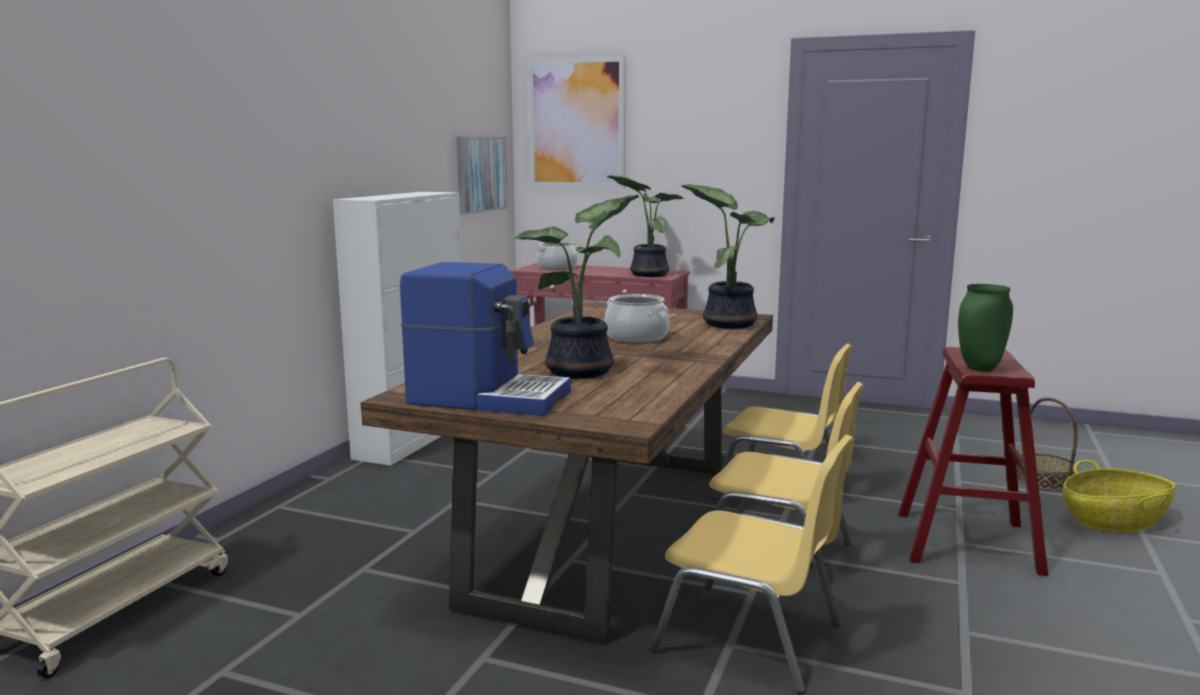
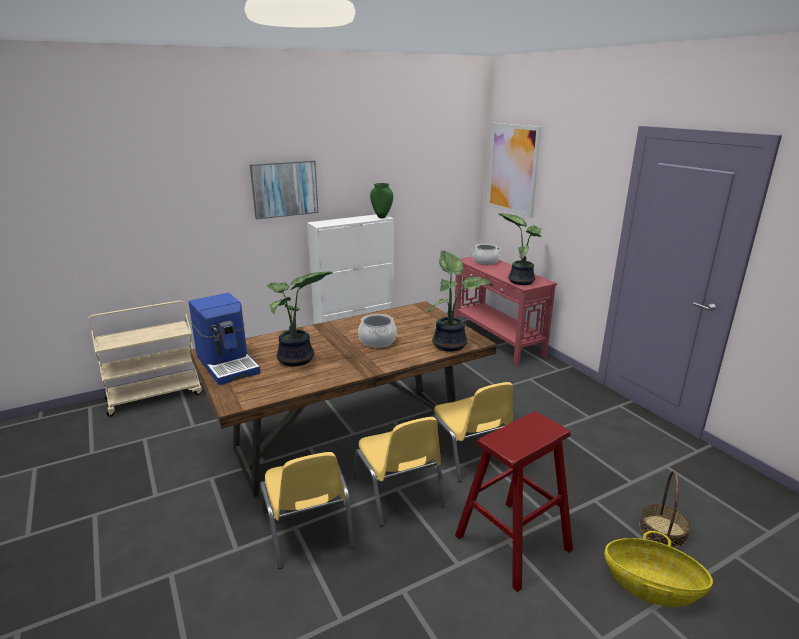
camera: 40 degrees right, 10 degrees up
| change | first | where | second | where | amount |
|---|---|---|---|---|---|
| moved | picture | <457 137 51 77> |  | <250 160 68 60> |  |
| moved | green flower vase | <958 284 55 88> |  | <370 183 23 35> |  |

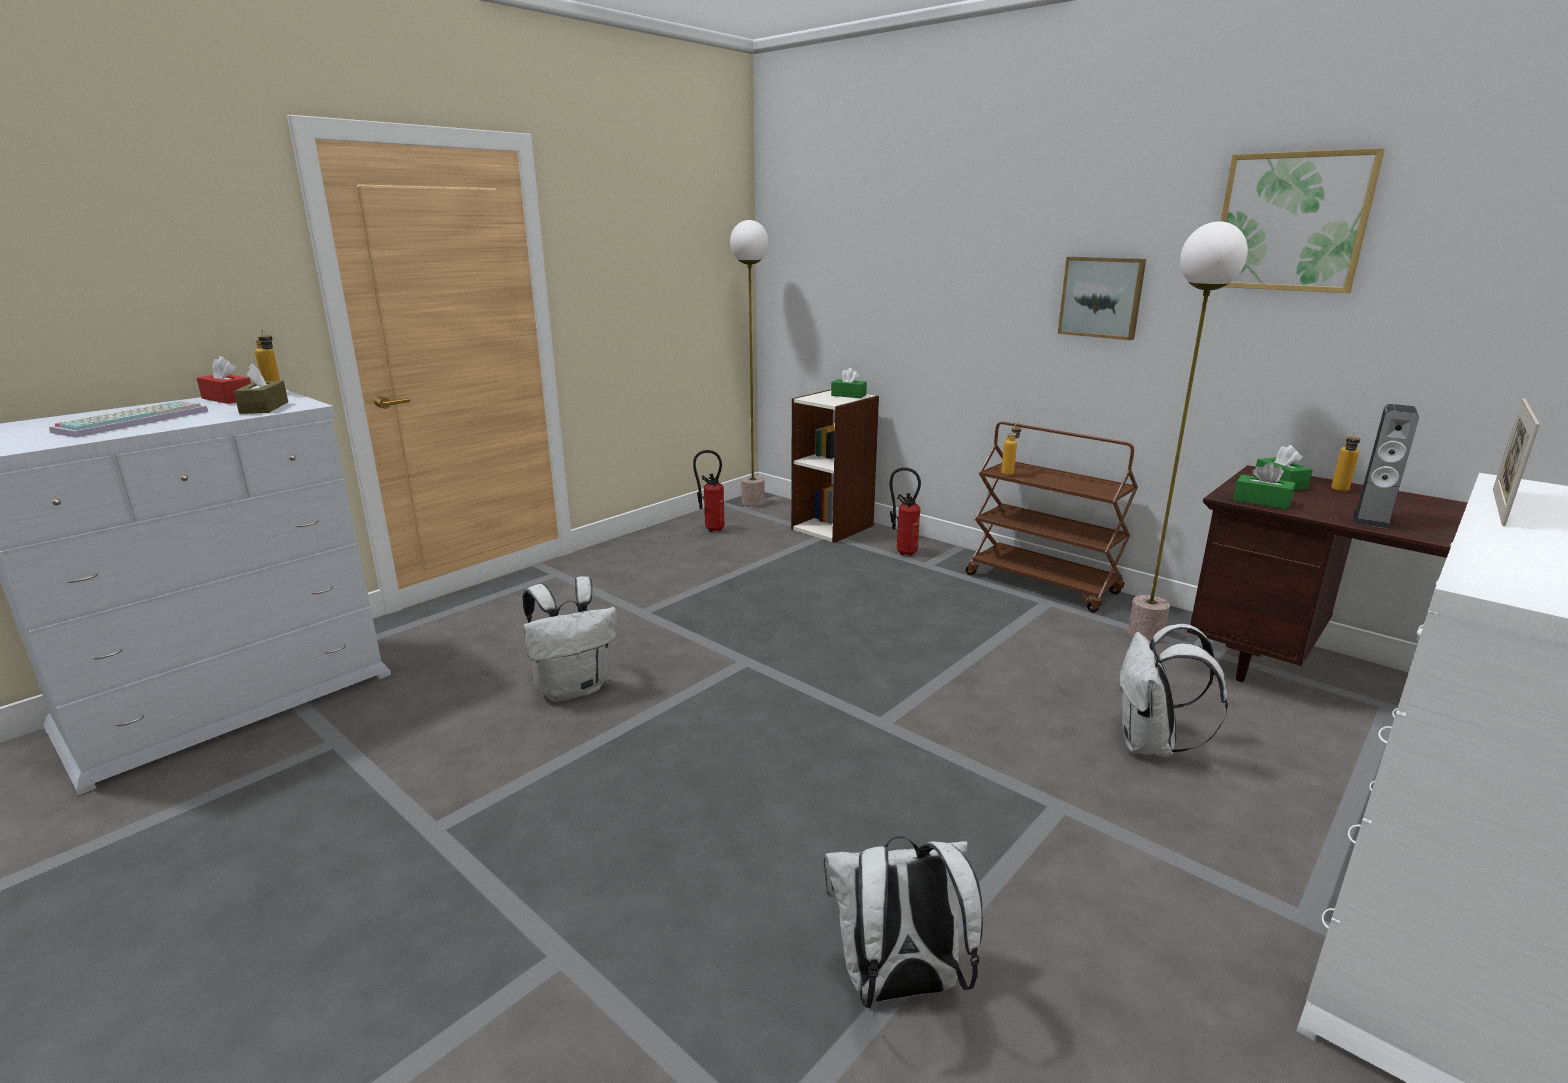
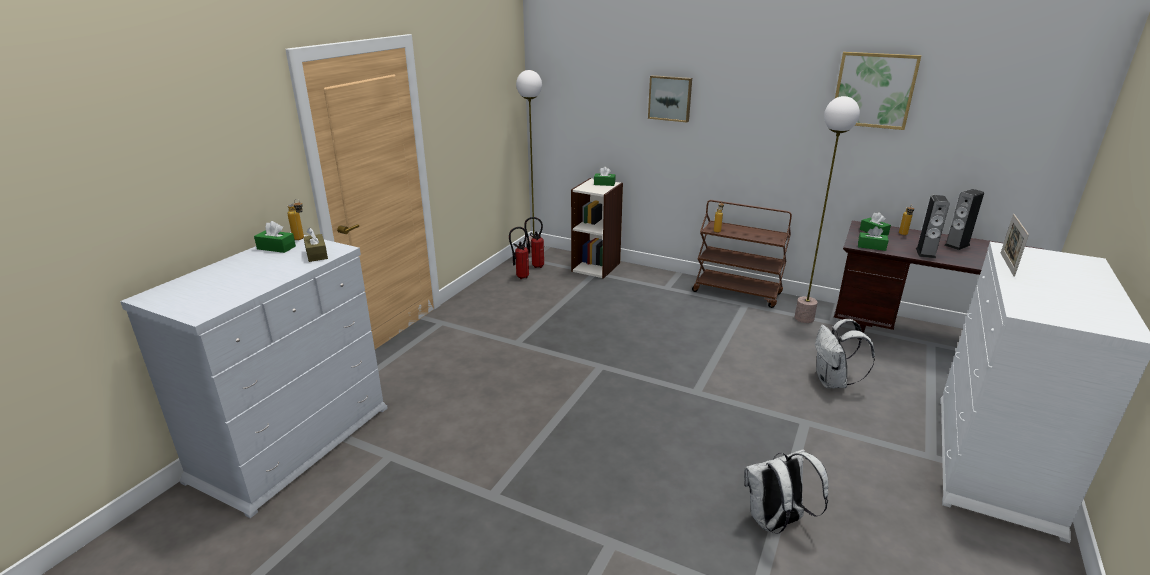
camera: 15 degrees left, 5 degrees up
| change | first | where | second | where | amount |
|---|---|---|---|---|---|
| removed | PC keyboard | <49 401 160 37> |  |  |  |
| recoloured | reddish tissue box | <197 356 54 48> | green tissue box | <254 221 42 32> |  |
| removed | white rucksack | <522 576 95 126> |  |  |  |
| moved | extinguisher | <890 467 31 89> |  | <524 217 20 51> |  |
| moved | picture | <1058 257 88 83> |  | <648 75 44 47> |  |
| added |  |  | audio speaker | <944 189 40 61> |  |

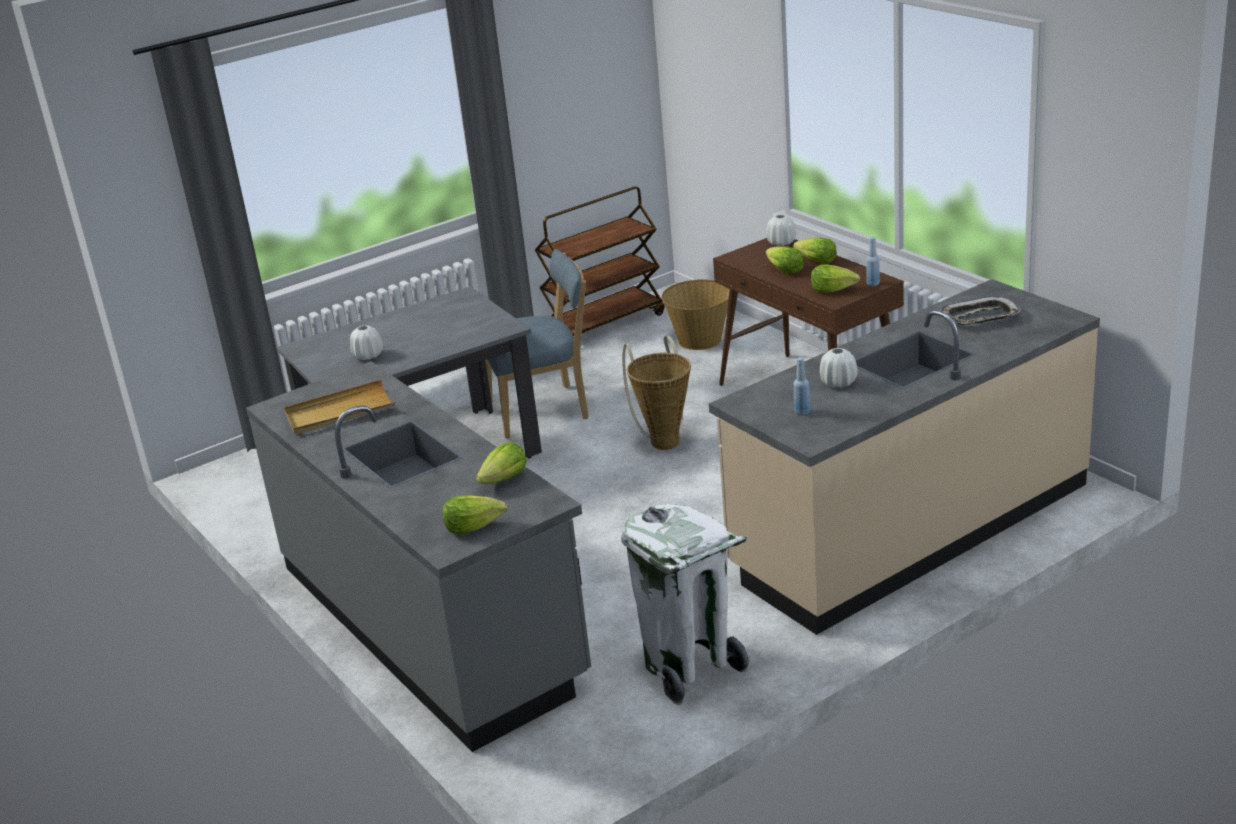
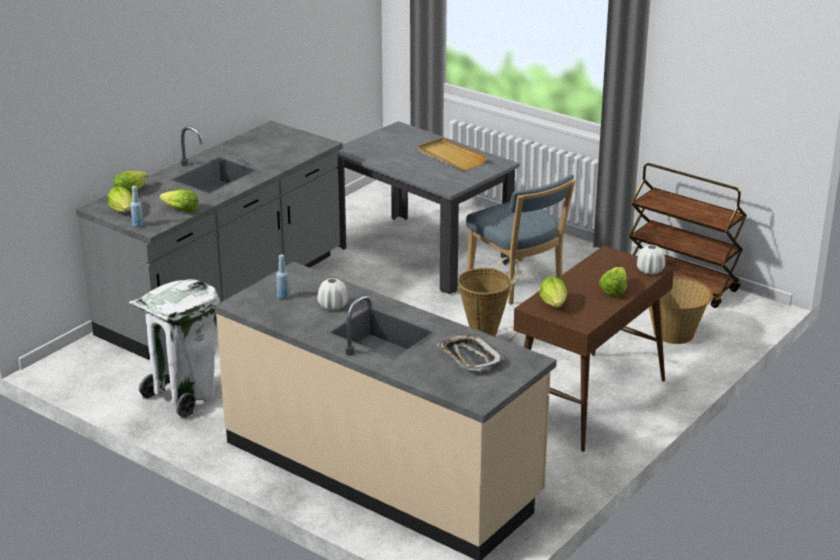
camera: 70 degrees right, 0 degrees up
| change | first | where | second | where | amount |
|---|---|---|---|---|---|
| moved | beige-coloured tray | <284 380 111 55> |  | <418 138 70 32> |  |
| removed | white flower vase | <350 325 33 35> |  |  |  |
| moved | head of lettuce | <766 246 38 28> |  | <113 171 35 23> |  |
| moved | bluish bottle | <866 237 14 49> |  | <131 186 13 41> |  |

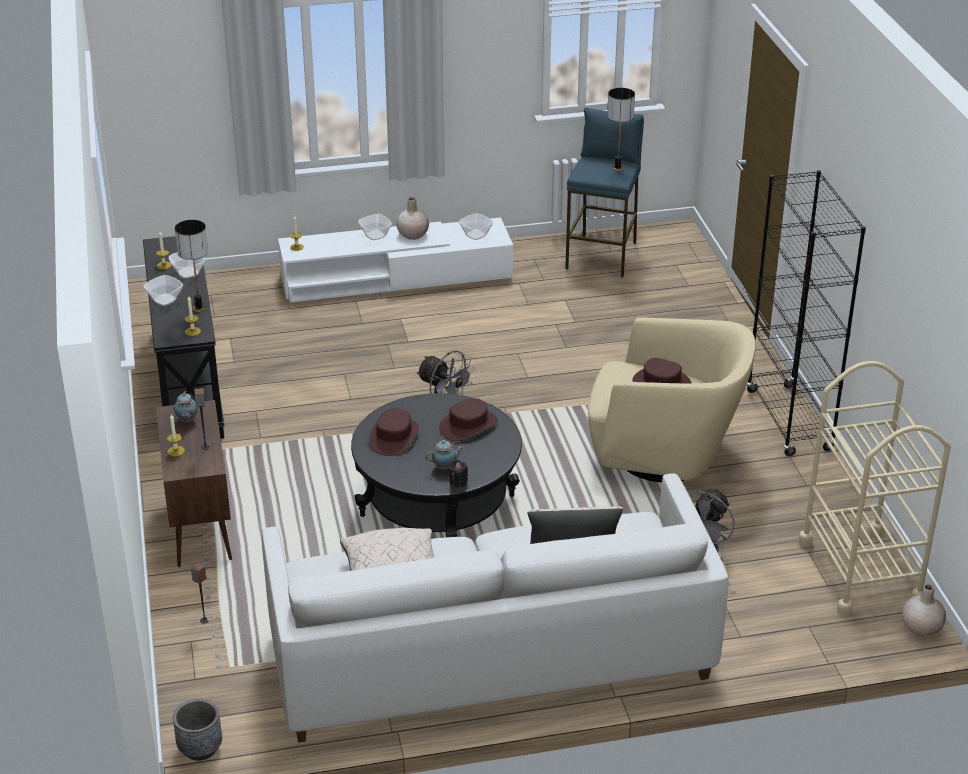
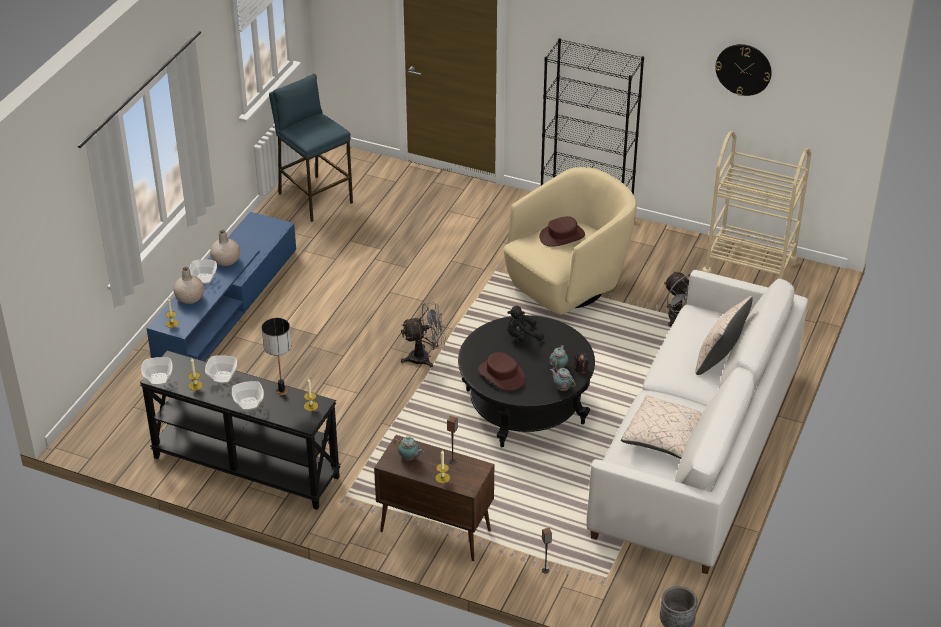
camera: 55 degrees left, 5 degrees up
| change | first | where | second | where | amount |
|---|---|---|---|---|---|
| recoloured | white media console | <278 217 235 86> | bluish media console | <146 212 150 149> |  |
| replaced | brown clothing hat | <439 398 59 43> | black-coloured cuddly toy | <507 306 37 36> |  |
| moved | bowl | <459 213 34 27> |  | <141 357 32 28> |  |
| removed | tabletop lamp | <607 88 28 83> |  |  |  |
| moved | beige-coloured flower vase | <902 584 44 52> |  | <173 267 31 37> |  |
| added |  |  | pot for tea | <550 368 26 23> |  |
| added |  |  | clock on the wall | <715 44 57 52> |  |

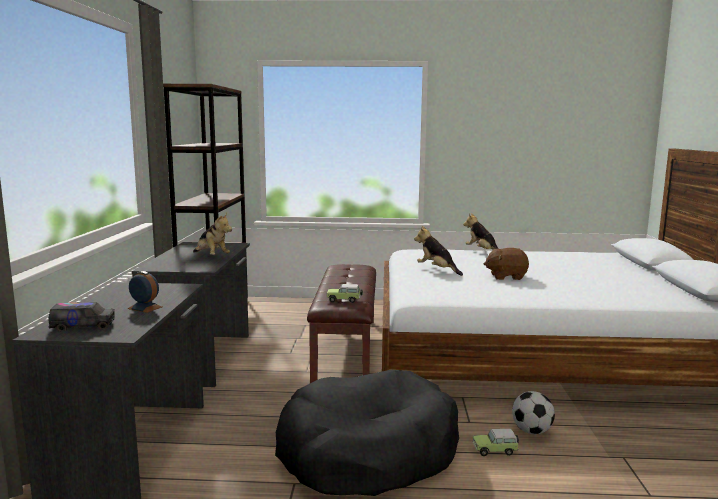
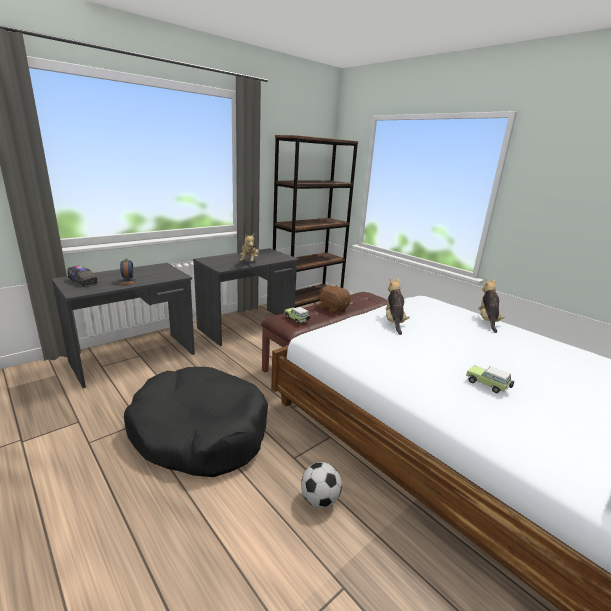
camera: 45 degrees right, 10 degrees up
| change | first | where | second | where | amount |
|---|---|---|---|---|---|
| moved | model car | <473 429 46 27> |  | <466 365 48 28> |  |
| moved | brown cuddly toy | <484 248 45 32> |  | <319 285 32 28> |  |

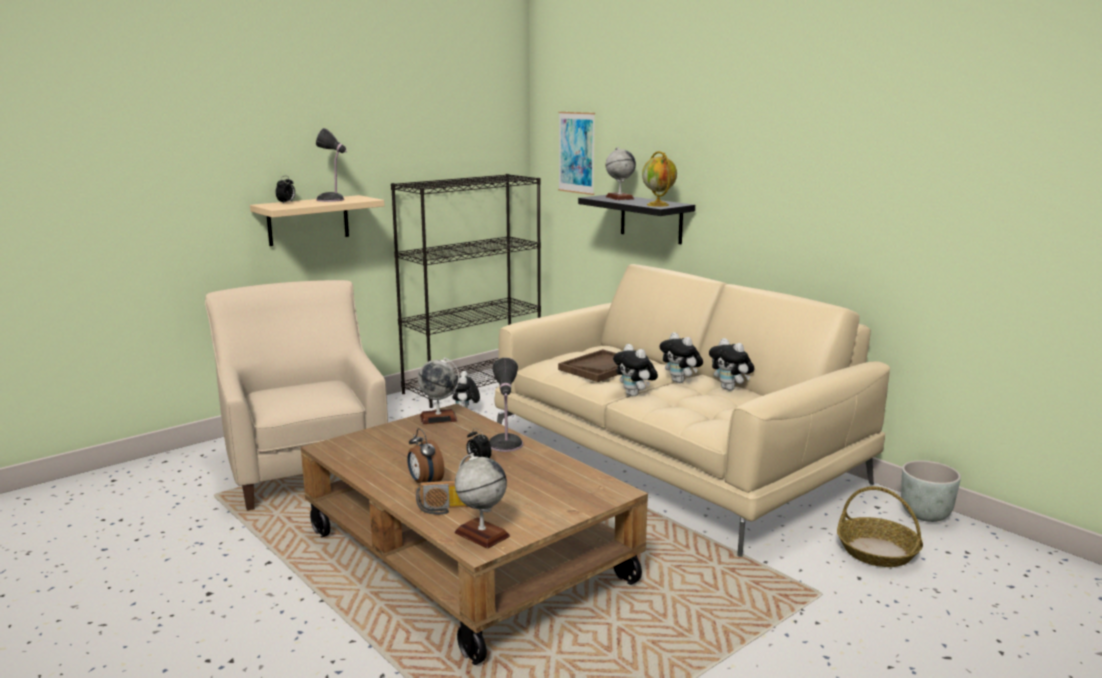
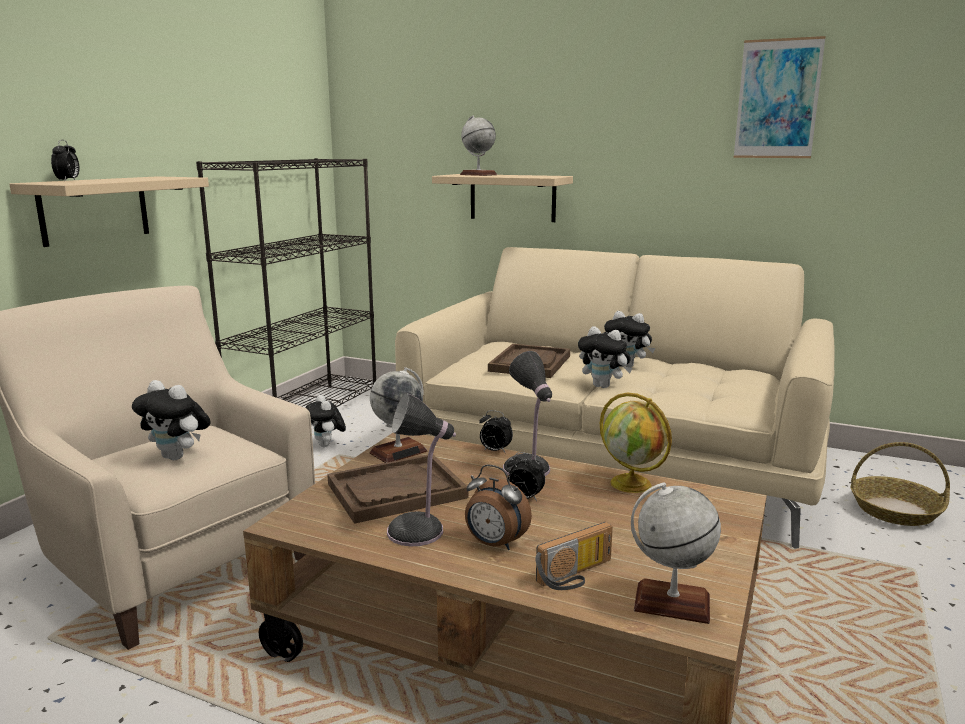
camera: 25 degrees left, 0 degrees up
| change | first | where | second | where | amount |
|---|---|---|---|---|---|
| moved | tabletop lamp | <316 128 31 74> |  | <387 392 69 154> |  |
| moved | picture | <558 112 37 83> |  | <734 36 92 122> |  |
| recoloured | black-coloured shelf | <578 195 117 49> | beige-coloured shelf | <432 174 141 48> |  |
| moved | desk globe | <642 151 35 56> |  | <600 393 72 100> |  |
| moved | cuddly toy | <709 338 45 53> |  | <132 380 79 80> |  |
| removed | gray plant pot | <901 460 60 62> |  |  |  |
| added |  |  | brown tray | <327 455 142 69> |  |
| added |  |  | bedside clock | <479 410 34 42> |  |

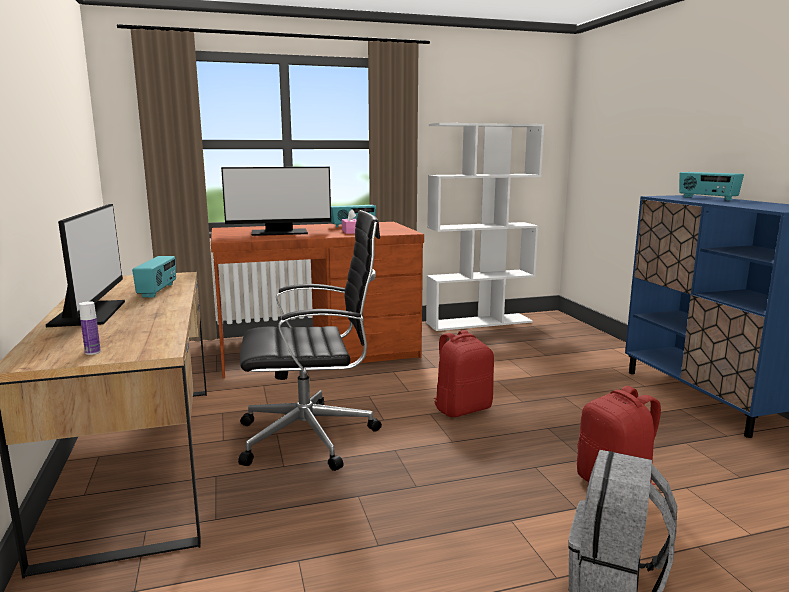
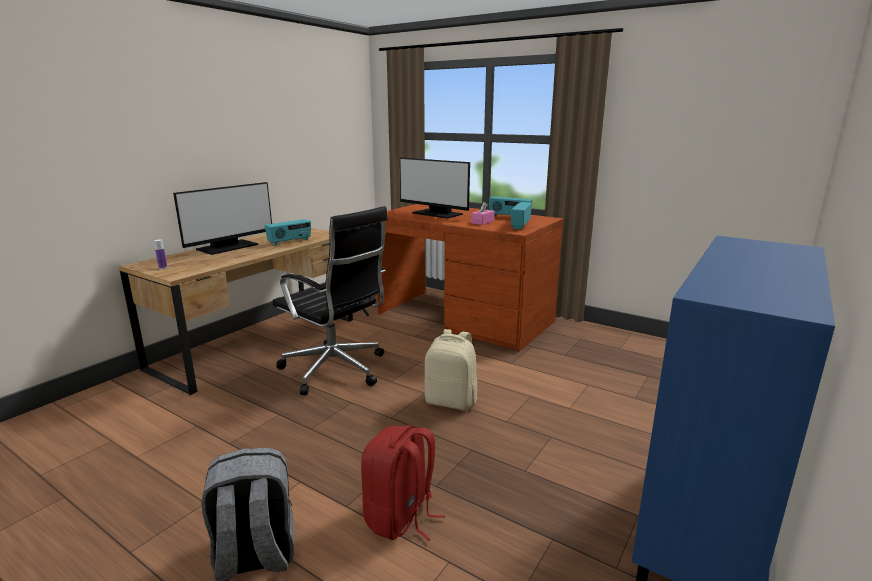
camera: 50 degrees right, 5 degrees up
| change | first | where | second | where | amount |
|---|---|---|---|---|---|
| removed | white bookcase | <426 123 118 208> |  |  |  |
| recoloured | reddish rucksack | <434 330 60 87> | beige-coloured rucksack | <424 329 53 81> |  |
| moved | radio set | <679 172 65 29> |  | <510 202 22 27> |  |

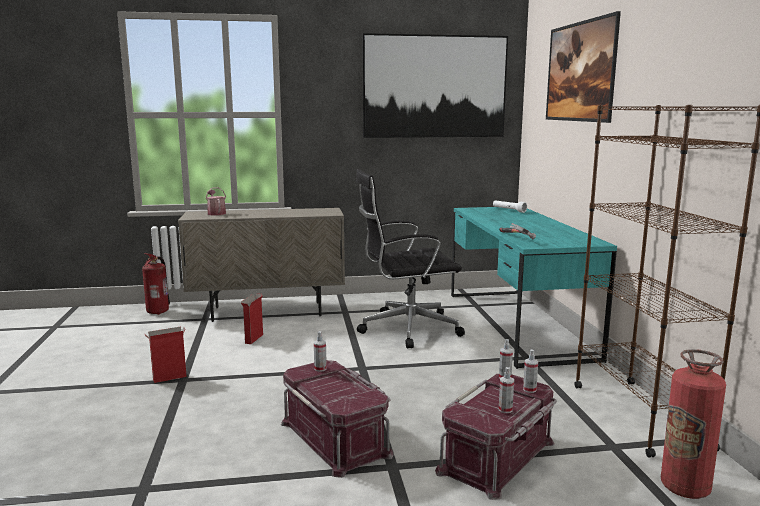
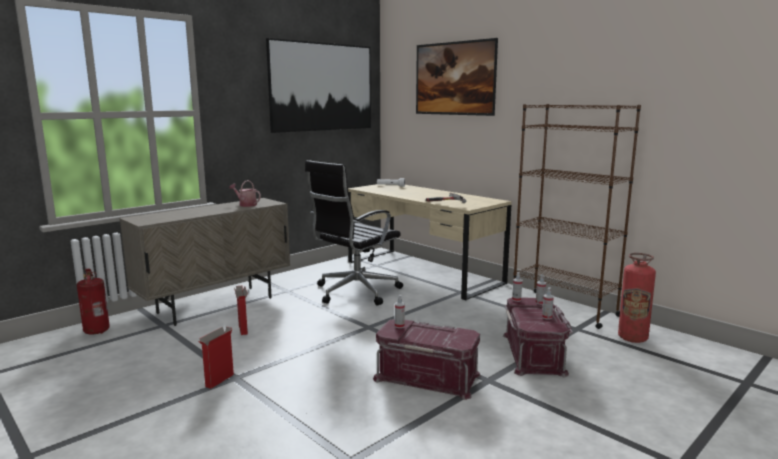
camera: 35 degrees left, 0 degrees up
| change | first | where | second | where | amount |
|---|---|---|---|---|---|
| moved | watering pot | <206 187 20 29> |  | <229 180 32 27> |  |
| recoloured | turquoise desk unit | <451 207 166 162> | beige-coloured desk unit | <348 184 164 116> |  |

